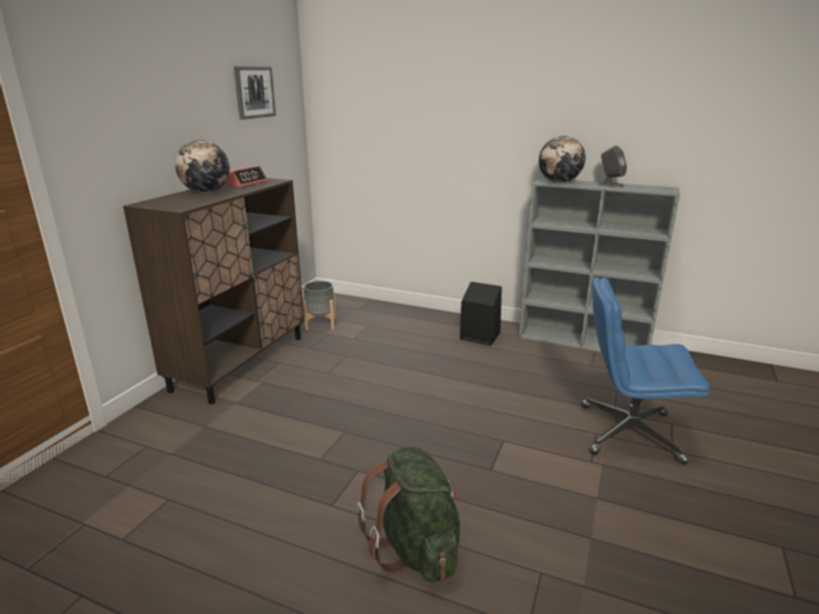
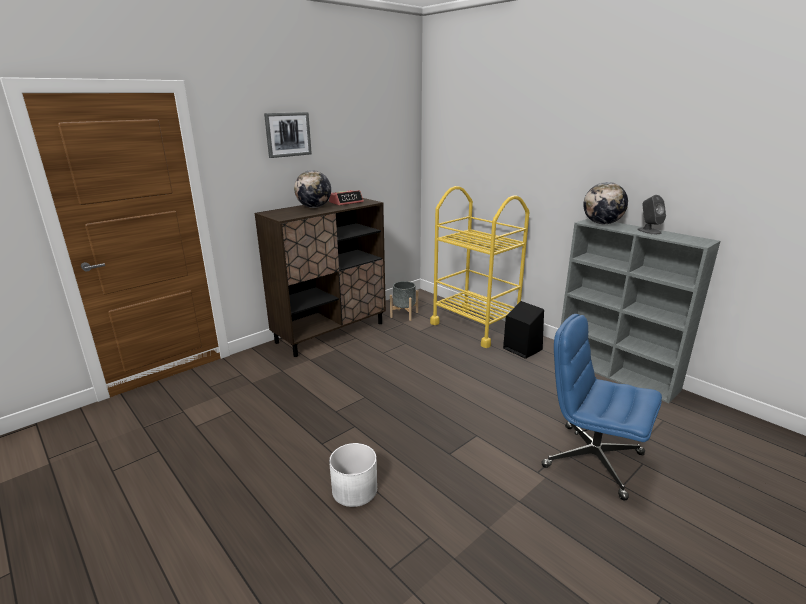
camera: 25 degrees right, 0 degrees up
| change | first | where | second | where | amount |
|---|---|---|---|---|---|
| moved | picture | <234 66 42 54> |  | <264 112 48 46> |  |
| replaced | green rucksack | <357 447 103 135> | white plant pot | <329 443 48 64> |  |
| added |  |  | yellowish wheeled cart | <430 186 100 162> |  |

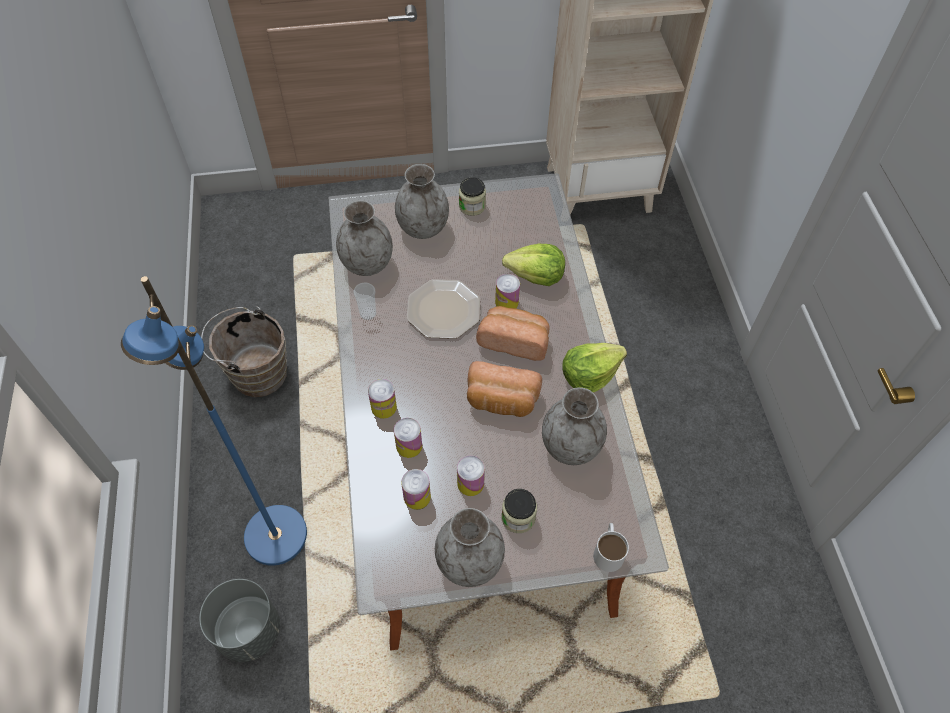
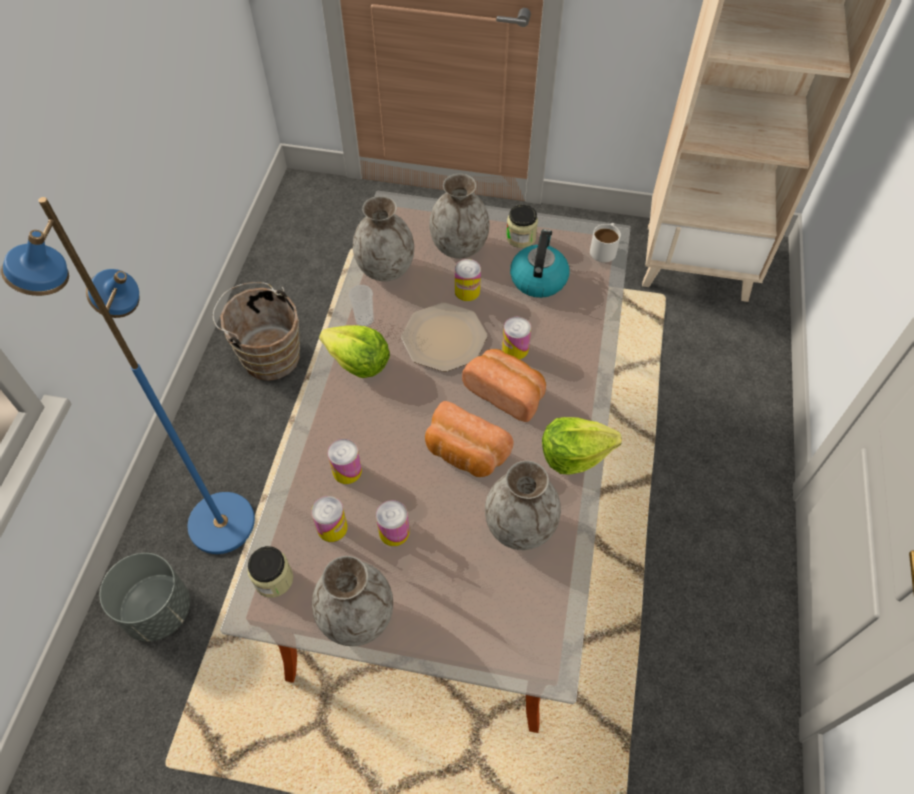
camera: 20 degrees right, 0 degrees up
| change | first | where | second | where | amount |
|---|---|---|---|---|---|
| moved | sealed can | <368 379 29 40> |  | <455 259 26 42> |  |
| moved | head of lettuce | <502 244 63 42> |  | <319 325 71 53> |  |
| moved | preserve jar | <502 489 35 44> |  | <247 546 46 52> |  |
| moved | white tea mug | <593 523 36 49> |  | <590 223 31 39> |  |
| added |  |  | water kettle | <510 229 59 69> |  |

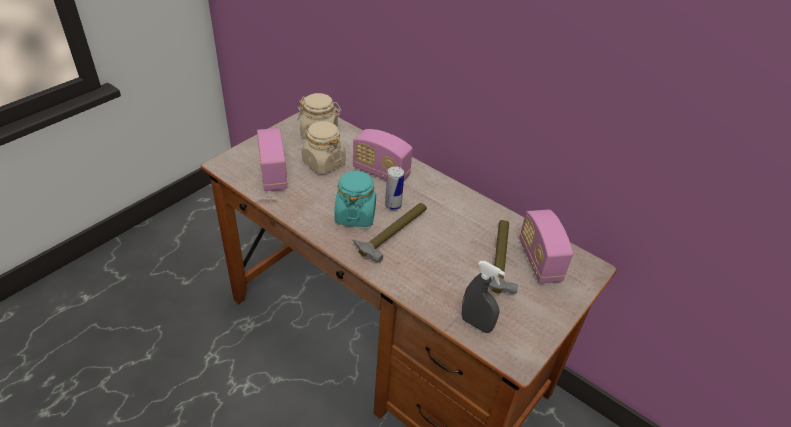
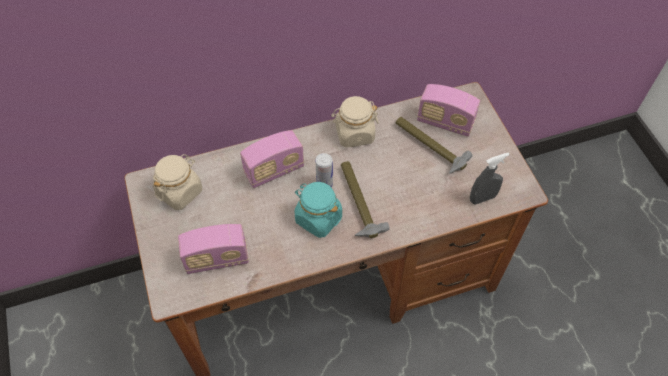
camera: 55 degrees left, 15 degrees up
| change | first | where | second | where | amount |
|---|---|---|---|---|---|
| turned | radio set | <257 128 31 63> |  | <178 224 71 50> | 150 degrees clockwise |
| moved | beige-coloured preserve jar | <302 121 44 53> |  | <331 96 48 52> |  |

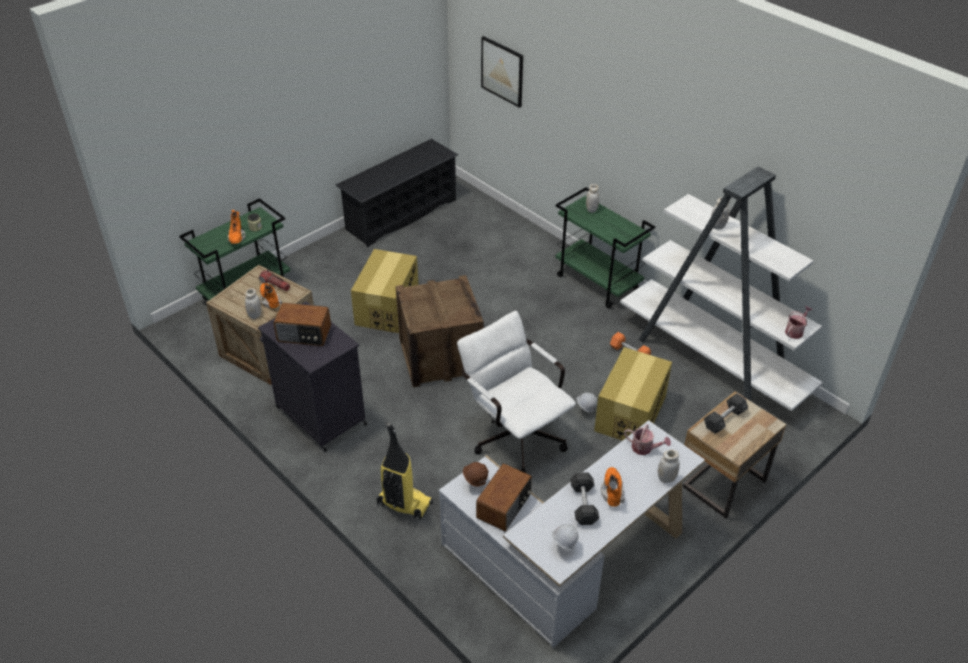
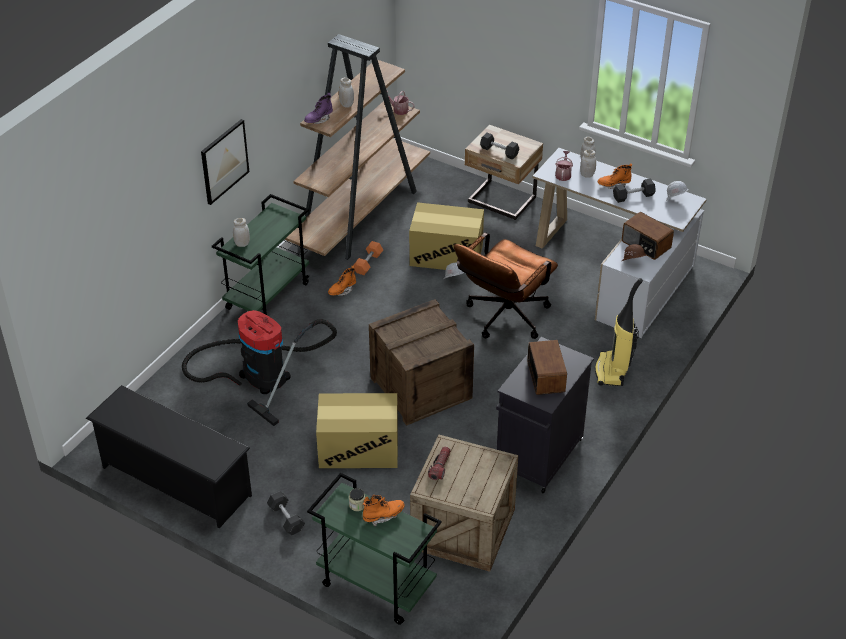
camera: 105 degrees left, 0 degrees up
| change | first | where | second | where | amount |
|---|---|---|---|---|---|
| moved | white preserve jar | <245 288 16 31> |  | <580 150 16 28> |  |
| moved | orange-coloured tall boot | <260 283 22 25> |  | <328 266 28 30> |  |
| recoloured | white desk chair | <457 311 119 162> | brown desk chair | <454 232 104 107> |  |
| turned | radio set | <476 463 56 68> |  | <622 212 52 48> | 150 degrees counterclockwise |
| moved | picture | <481 36 42 72> |  | <201 119 48 86> |  |
| recoloured | white bookcase | <620 166 203 245> | brown bookcase | <285 34 145 226> |  |
| added |  |  | vacuum cleaner | <182 310 155 116> |  |
| added |  |  | gray dumbbell | <267 491 38 44> |  |
| added |  |  | purple-coloured tall boot | <304 93 29 31> |  |

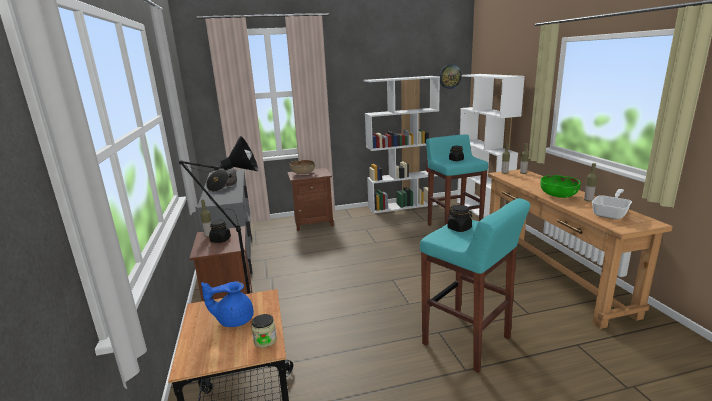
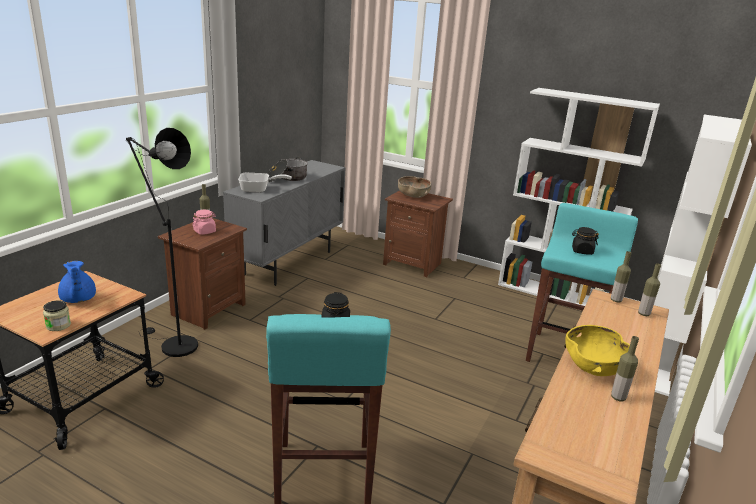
camera: 40 degrees right, 5 degrees up
| change | first | where | second | where | amount |
|---|---|---|---|---|---|
| turned | bluish pot for tea | <201 281 53 46> |  | <58 261 38 42> | 150 degrees counterclockwise |
| recoloured | black-coloured preserve jar | <209 220 22 23> | pink-coloured preserve jar | <192 210 24 25> |  |
| removed | clock on the wall | <439 64 22 25> |  |  |  |
| recoloured | green bowl | <540 175 41 23> | yellowish bowl | <565 325 65 51> |  |
| moved | skillet | <592 189 40 31> |  | <238 173 54 20> |  |

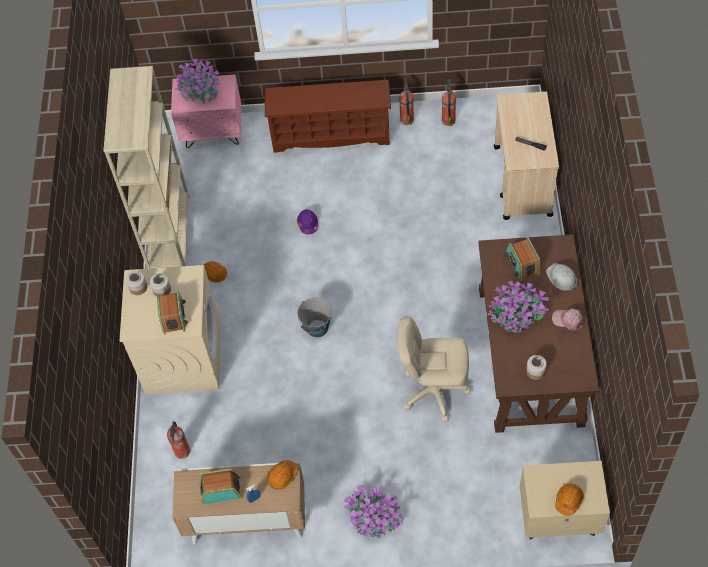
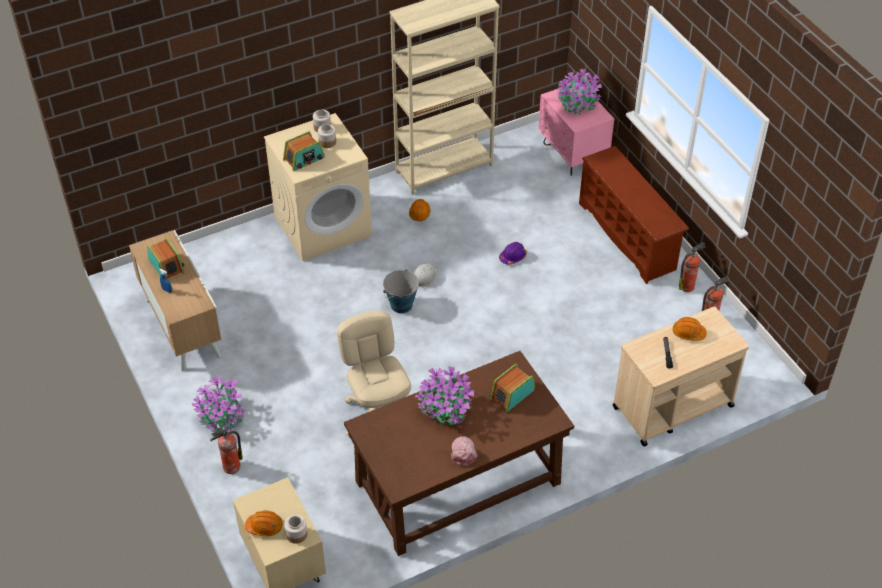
camera: 60 degrees right, 10 degrees down
| change | first | where | second | where | amount |
|---|---|---|---|---|---|
| moved | extinguisher | <167 421 23 38> |  | <210 429 33 45> |  |
| moved | orange-coloured safety helmet | <267 460 31 30> |  | <673 317 34 24> |  |
| moved | preserve jar | <526 355 21 25> |  | <284 514 23 30> |  |
| moved | white safety helmet | <546 263 31 28> |  | <414 263 24 24> |  |

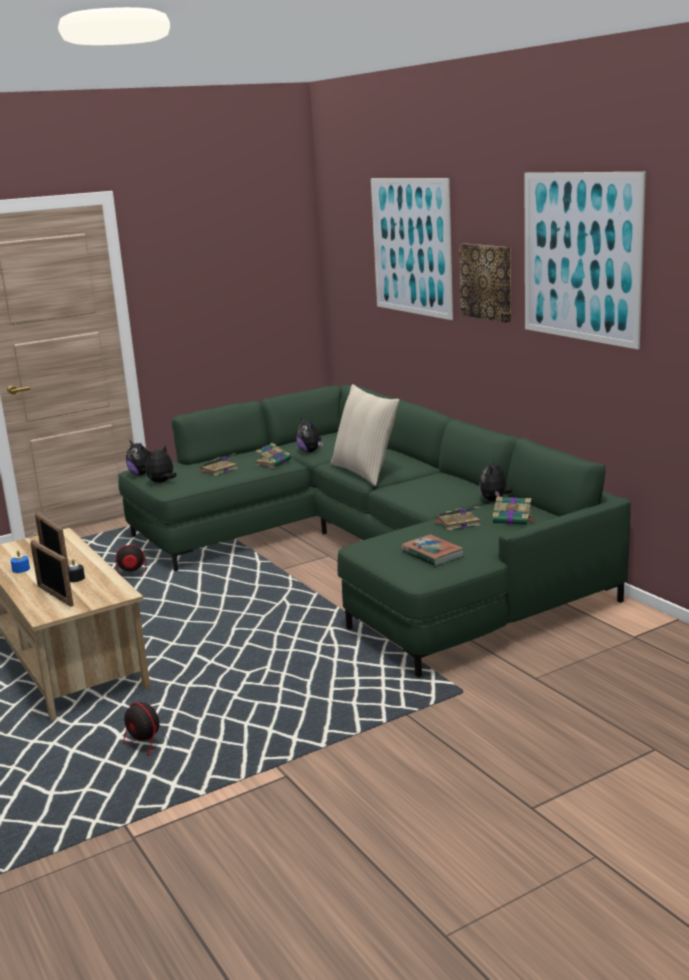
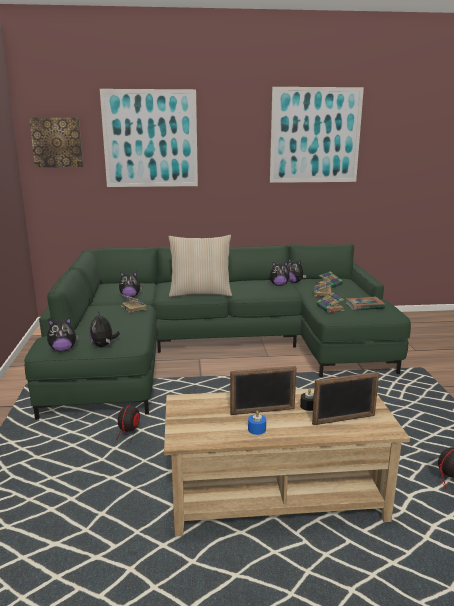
camera: 65 degrees left, 0 degrees up
| change | first | where | second | where | amount |
|---|---|---|---|---|---|
| moved | book | <200 453 38 23> |  | <317 292 28 21> |  |
| moved | picture | <459 243 52 80> |  | <29 118 54 49> |  |
| added |  |  | cuddly toy | <270 261 20 25> |  |

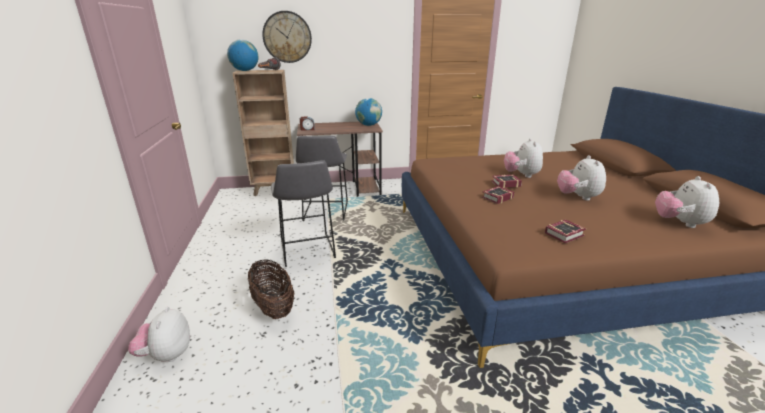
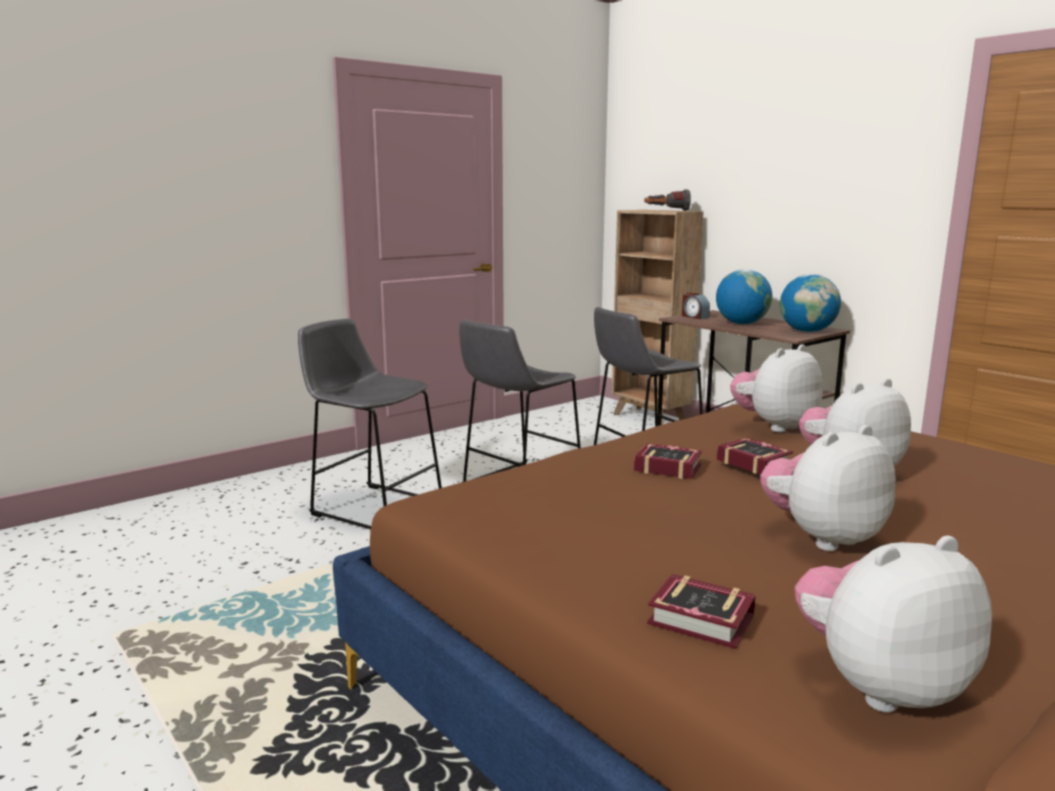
camera: 60 degrees right, 10 degrees down
| change | first | where | second | where | amount |
|---|---|---|---|---|---|
| moved | cuddly toy | <128 307 62 55> |  | <730 344 93 88> |  |
| moved | desk globe | <227 39 32 32> |  | <716 269 56 55> |  |
| replaced | household basket | <248 259 46 60> | gray sitting stool | <298 318 144 211> |  |
| removed | clock on the wall | <262 11 50 52> |  |  |  |
| moved | book | <545 219 41 24> |  | <647 574 109 75> |  |

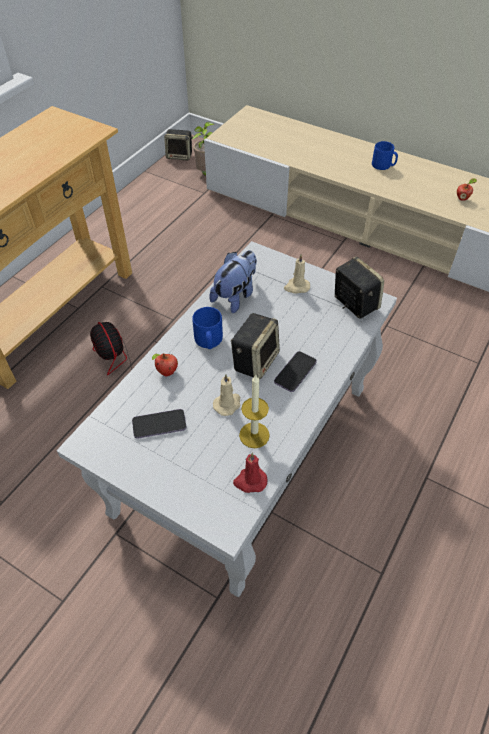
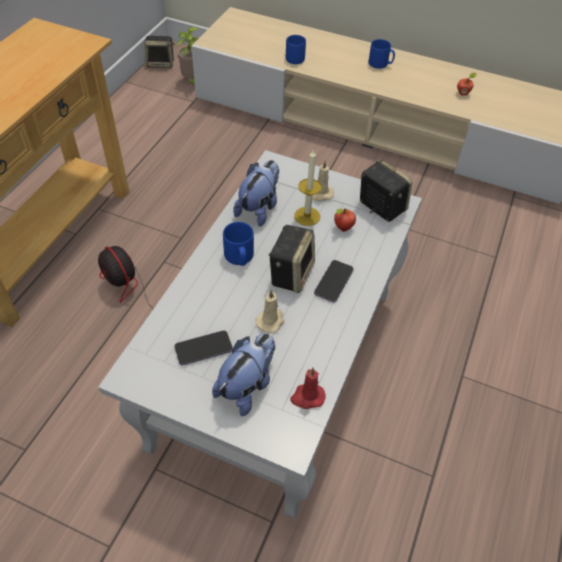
camera: 10 degrees left, 0 degrees up
| change | first | where | second | where | amount |
|---|---|---|---|---|---|
| moved | whole apple | <152 353 26 24> |  | <334 208 22 24> |  |
| moved | wax candle | <239 375 31 73> |  | <294 150 27 76> |  |
| added |  |  | cuddly toy | <212 333 63 83> |  |
| added |  |  | bluish tea mug | <286 35 20 29> |  |

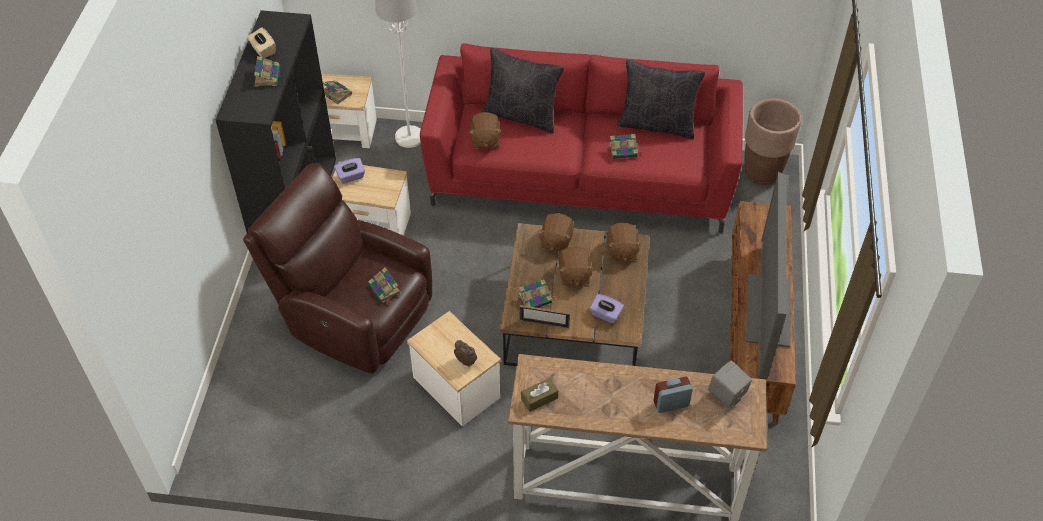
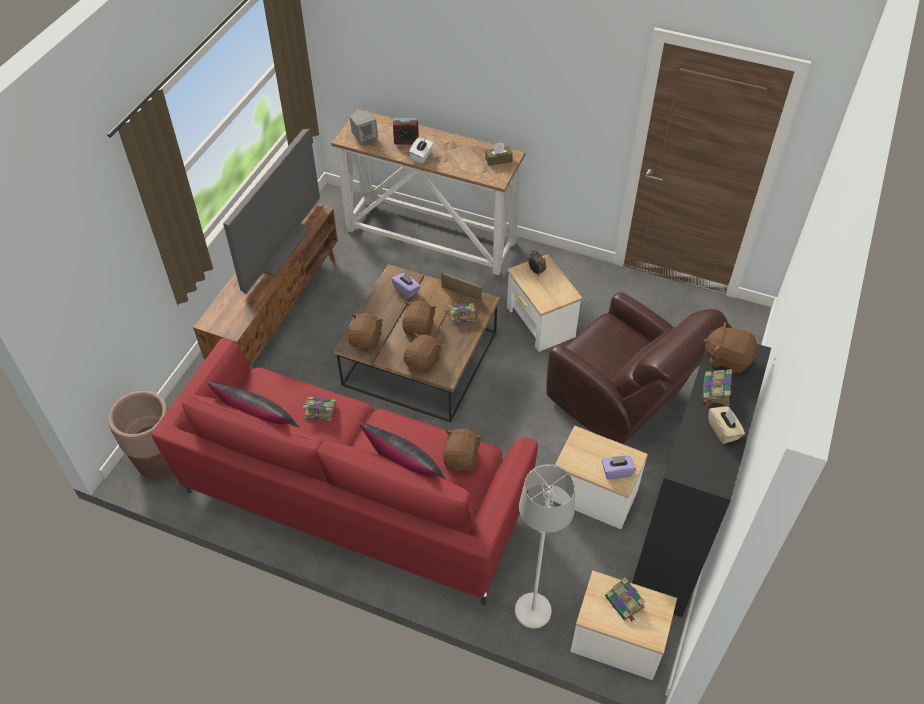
camera: 165 degrees left, 0 degrees up
| change | first | where | second | where | amount |
|---|---|---|---|---|---|
| removed | book | <368 267 33 37> |  |  |  |
| added |  |  | white tissue box | <409 136 24 27> |  |
| added |  |  | brown cuddly toy | <703 322 54 51> |  |

